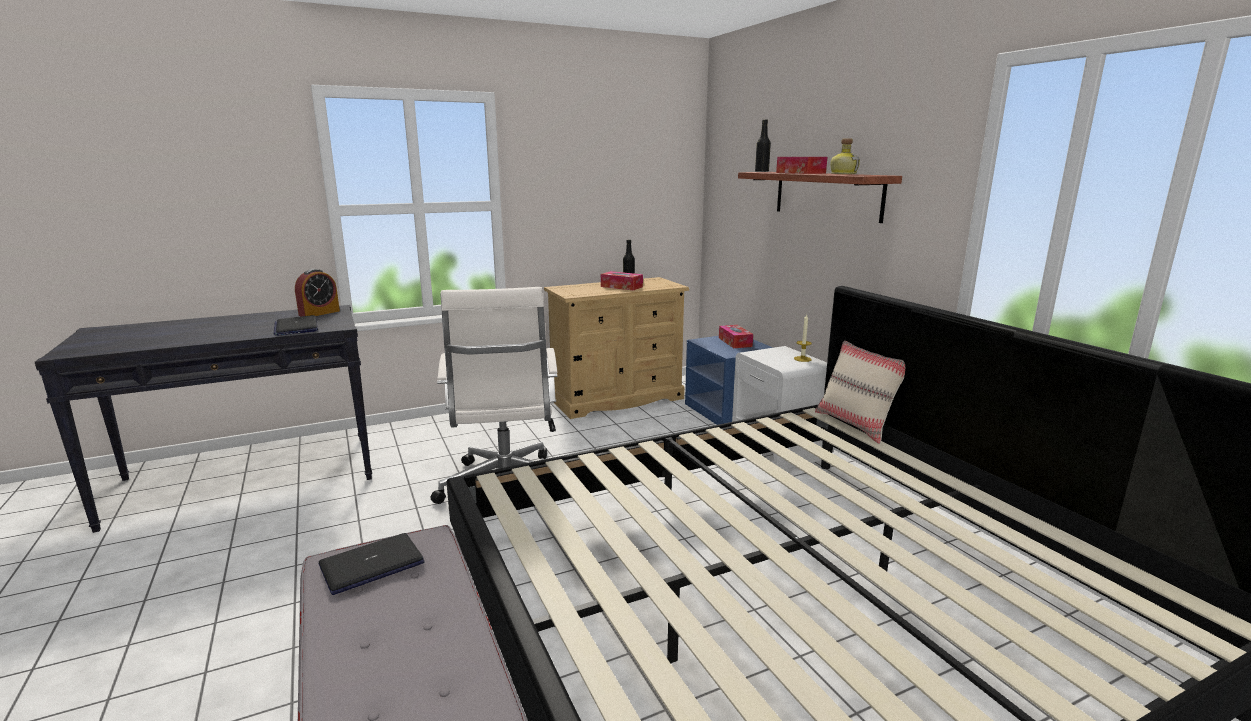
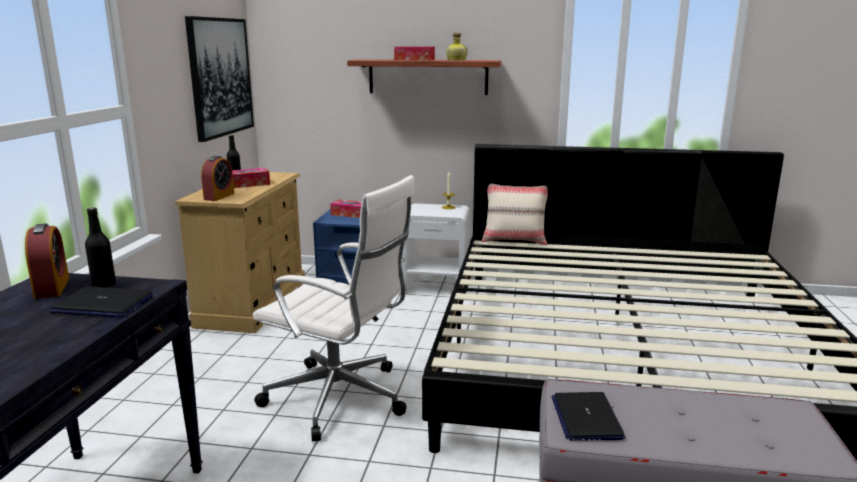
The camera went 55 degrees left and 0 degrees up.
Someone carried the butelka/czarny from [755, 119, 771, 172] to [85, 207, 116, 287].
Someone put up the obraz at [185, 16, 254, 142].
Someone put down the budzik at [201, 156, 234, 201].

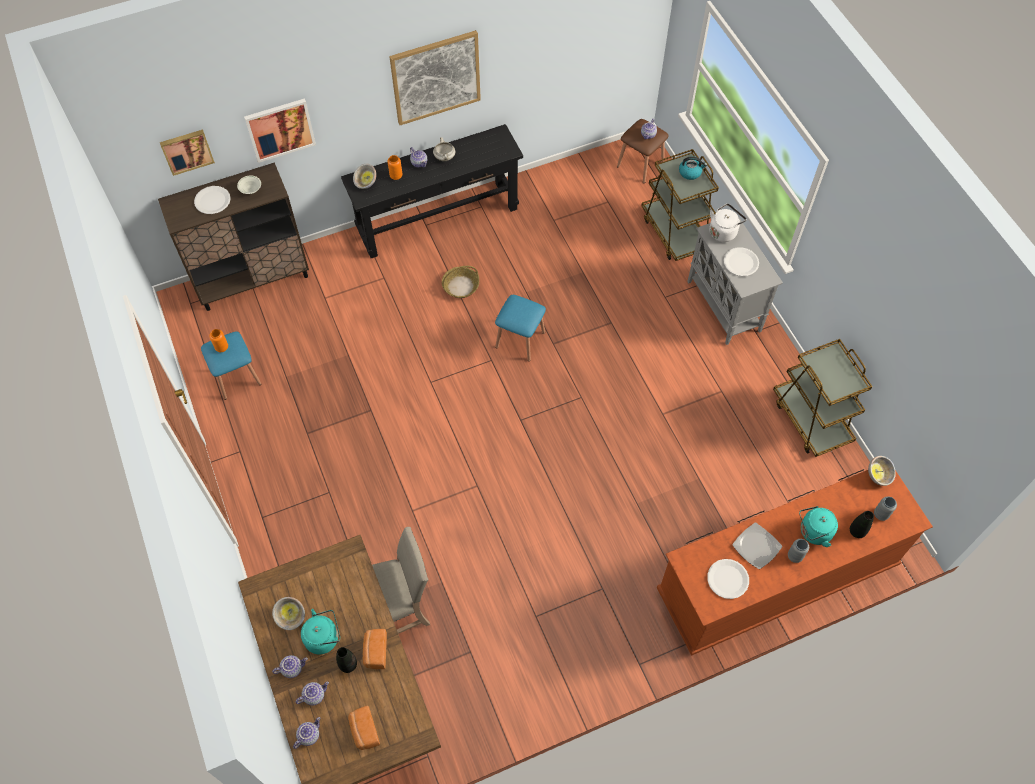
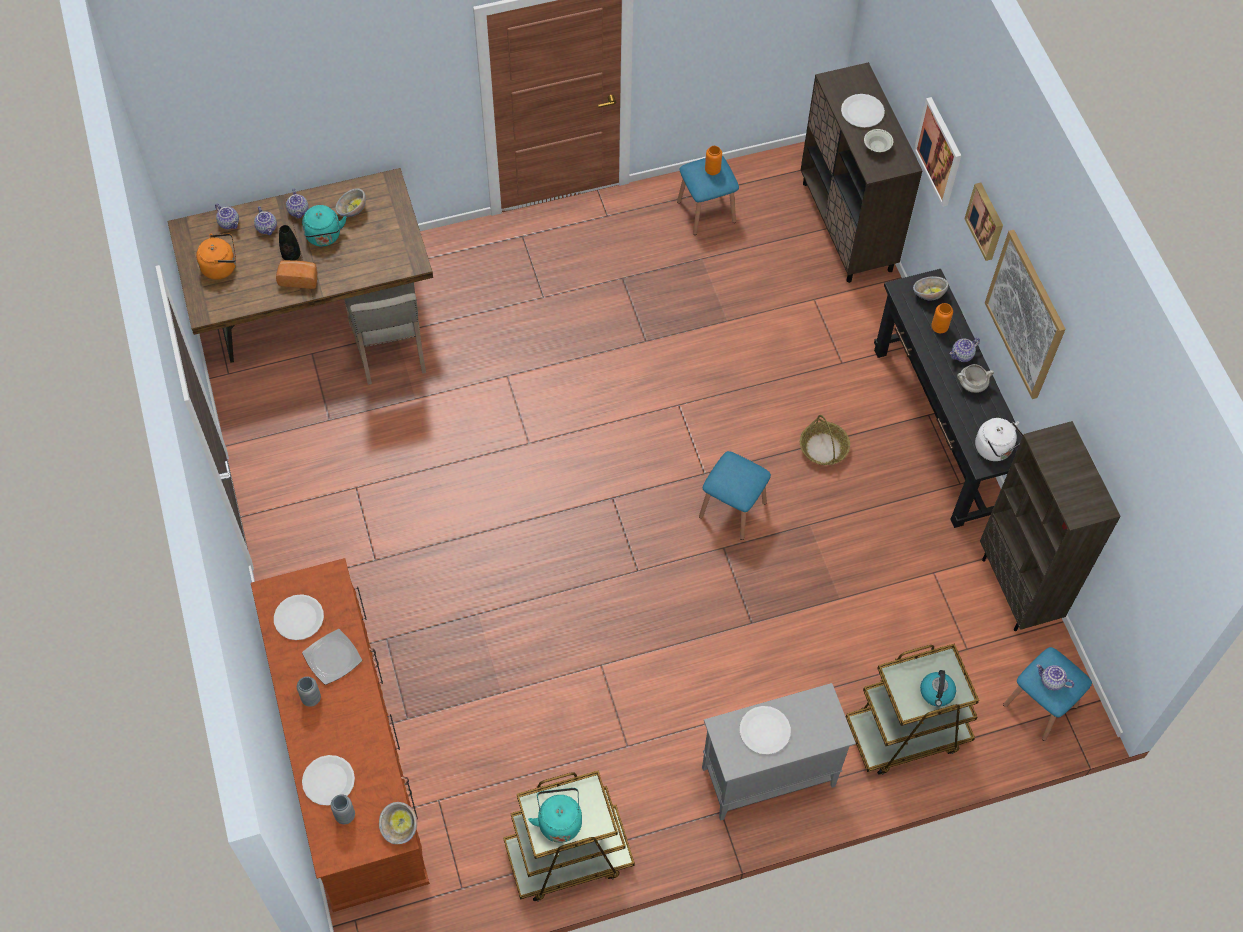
The camera went 95 degrees right and 0 degrees up.
Someone swapped the chleb at [348, 705, 380, 750] for the czajnik/pomarańczowy at [196, 233, 236, 280].
Someone swapped the wazon/czarny at [850, 511, 874, 538] for the talerz/biały at [302, 755, 355, 805].
Someone carried the czajnik/turkusowy from [799, 506, 838, 547] to [528, 788, 582, 843].
Someone carried the obraz from [160, 129, 215, 176] to [965, 183, 1003, 261].
Someone carried the czajnik/biały from [709, 203, 747, 242] to [975, 418, 1024, 461].
Someone put down the regał/brązowy at [980, 421, 1121, 631].
Someone repainted the stołek/brązowy at [617, 119, 669, 183], which became the stołek/niebieski at [1003, 647, 1092, 741].

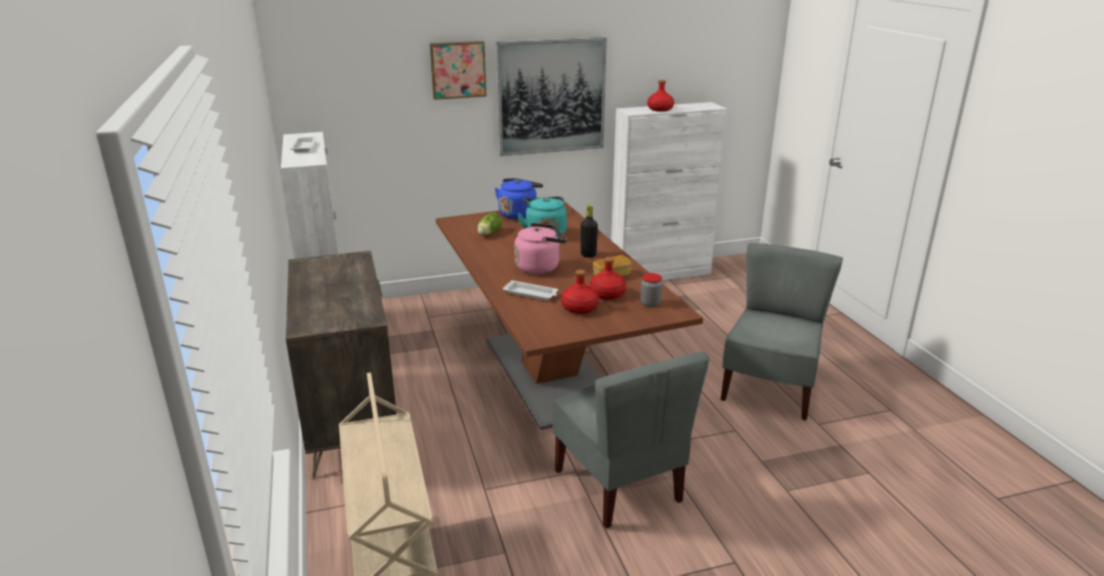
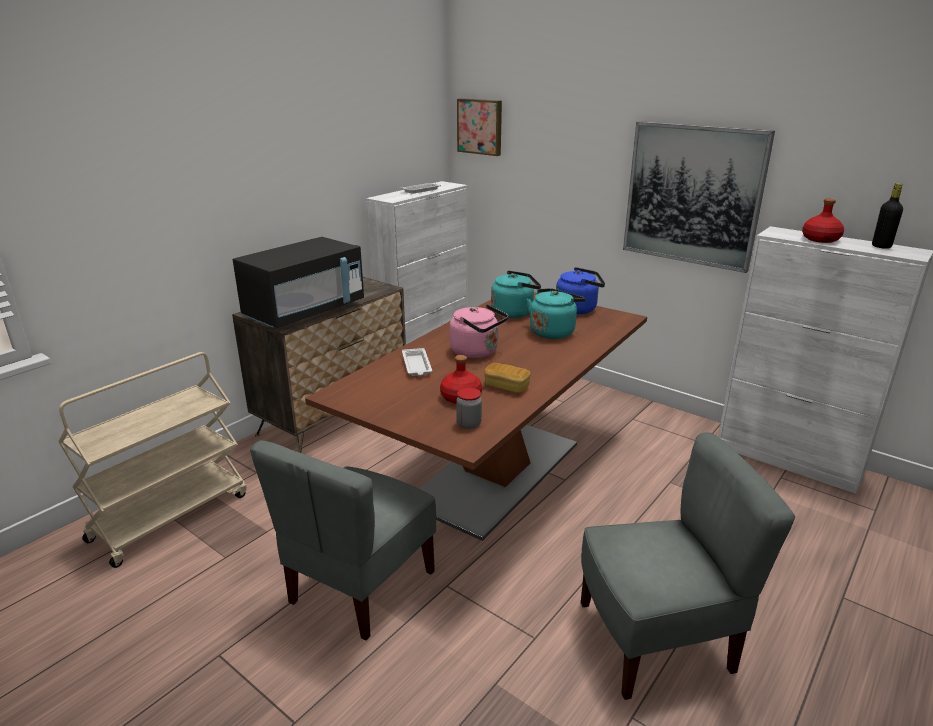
The camera went 55 degrees right and 0 degrees up.
Someone put down the mikrofalówka/czarny at [233, 237, 364, 328].
Someone carried the obraz from [430, 41, 486, 100] to [457, 98, 502, 156].
Someone swapped the sałata at [477, 213, 502, 235] for the czajnik/turkusowy at [491, 271, 541, 318].
Someone carried the butelka/czarny from [581, 205, 598, 258] to [872, 183, 903, 249].
Someone took away the butelka/czerwony at [561, 270, 599, 314].

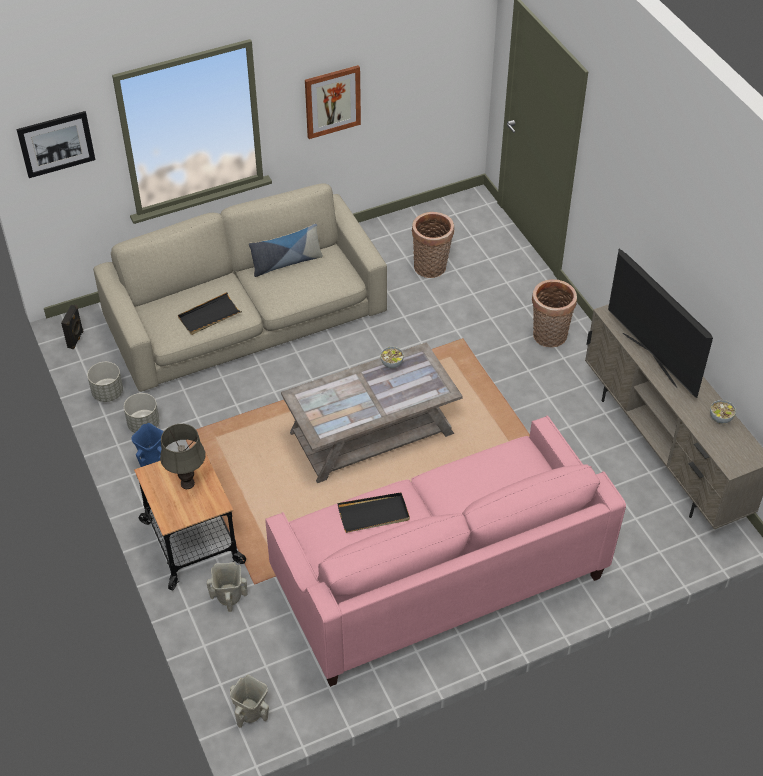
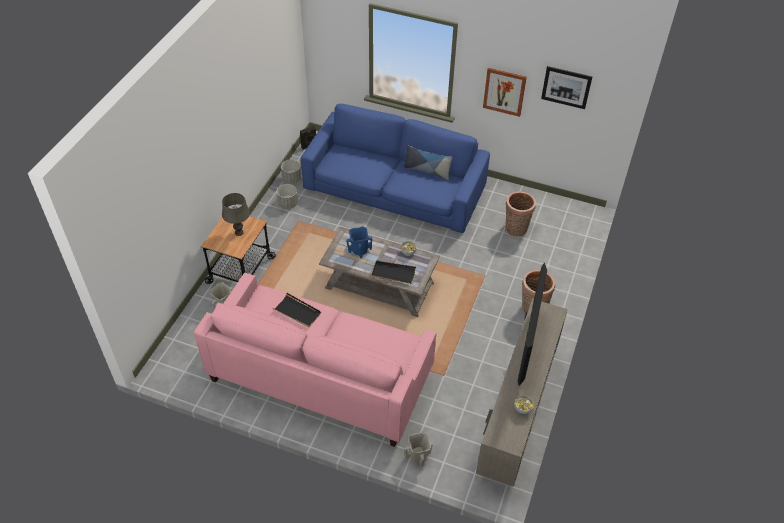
The camera went 45 degrees right and 0 degrees up.
Someone repainted the kanapa/beżowy at [93, 183, 387, 392], which became the kanapa/niebieski at [301, 104, 490, 233].
Someone carried the wazon/niebieski from [131, 423, 164, 467] to [346, 226, 372, 258].
Someone carried the taca/czarny from [178, 292, 242, 335] to [371, 261, 416, 284].
Someone carried the wazon/beżowy from [230, 675, 269, 728] to [405, 432, 433, 467].
Someone carried the obraz from [17, 111, 95, 178] to [541, 66, 593, 109].

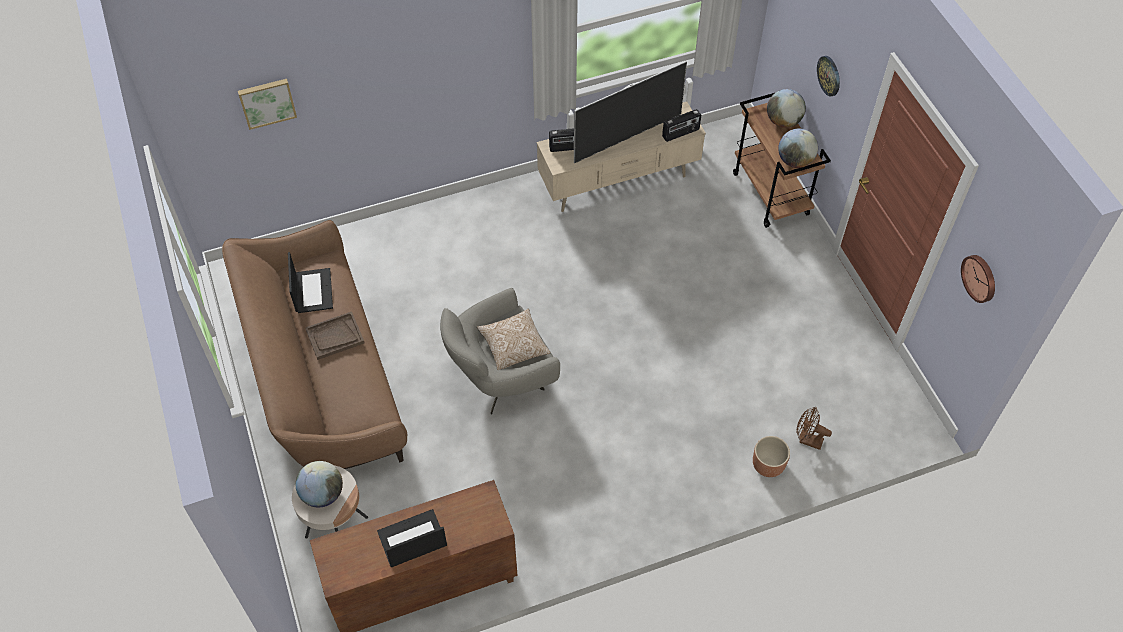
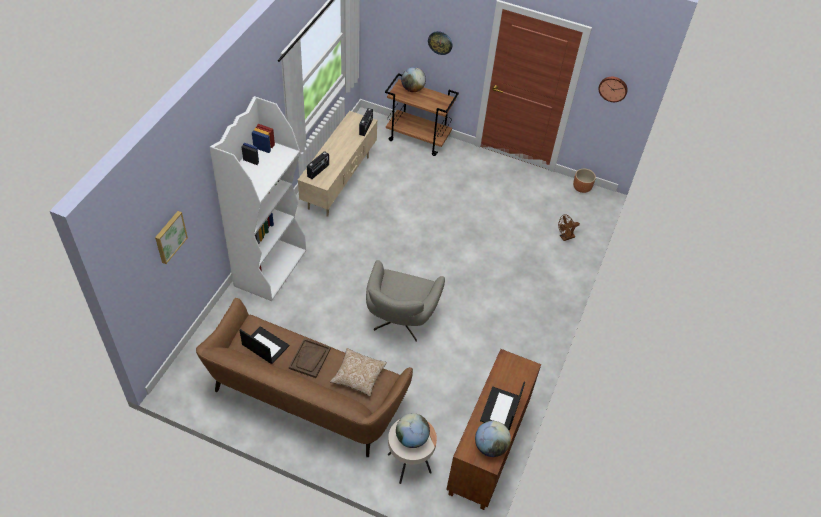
The camera went 50 degrees left and 5 degrees down.
Someone put down the regał/biały at [209, 96, 306, 301].
Someone carried the poduszka from [477, 309, 551, 370] to [330, 348, 387, 397].
Someone carried the globus from [778, 129, 818, 168] to [475, 421, 511, 457].
Someone carried the donica/brązowy from [753, 436, 790, 477] to [573, 169, 596, 193].
Someone took away the telewizor at [574, 61, 687, 163].

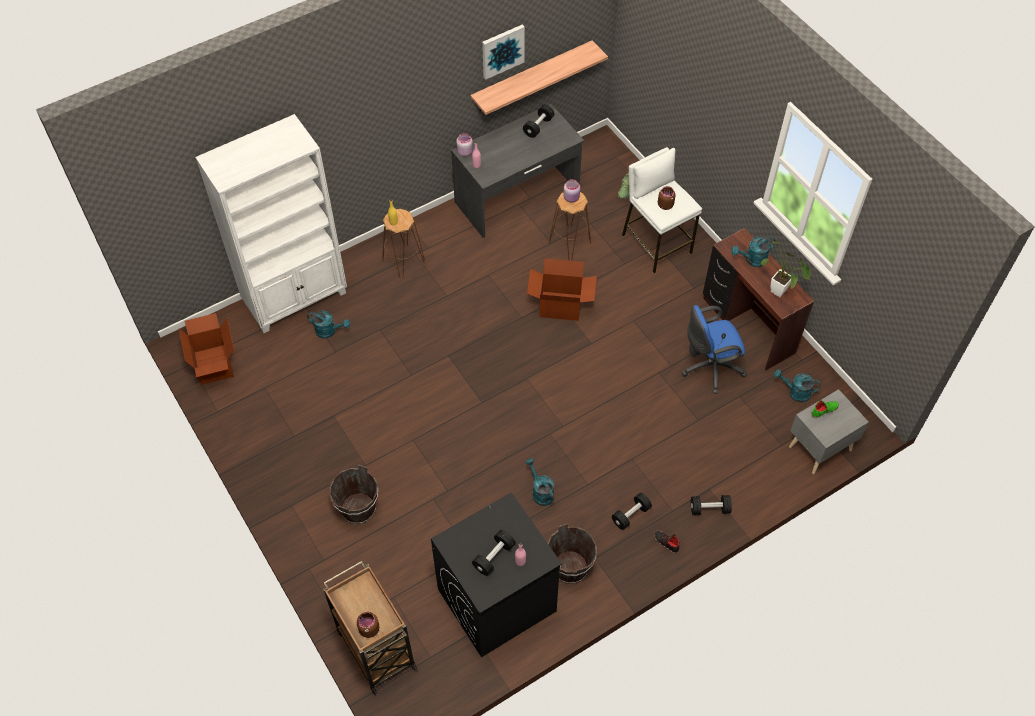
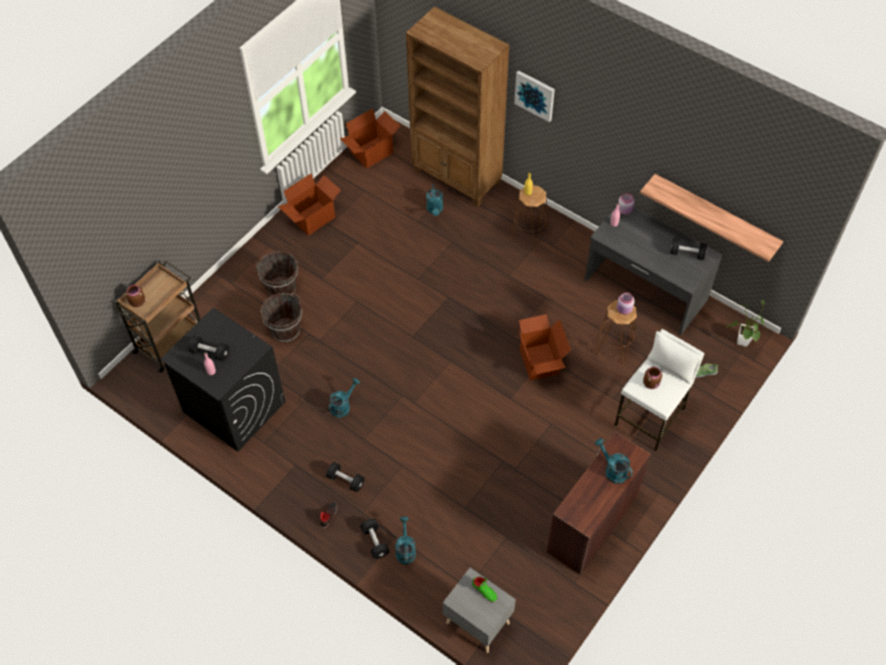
The camera went 70 degrees right and 0 degrees up.
Someone carried the wiadro/brązowy from [548, 524, 597, 584] to [260, 293, 302, 342].
Someone put down the karton at [278, 173, 341, 236].
Someone carried the konewka/turkusowy from [774, 369, 821, 402] to [395, 517, 416, 565].
Someone repainted the regał/biały at [195, 114, 347, 333], which became the regał/brązowy at [406, 7, 509, 207].
Someone carried the obraz from [482, 25, 525, 79] to [514, 70, 555, 122].
Someone carried the roślina doniczkowa from [761, 242, 811, 297] to [727, 300, 765, 347].
Someone took away the krzesło biurowe/niebieski at [681, 305, 747, 394].

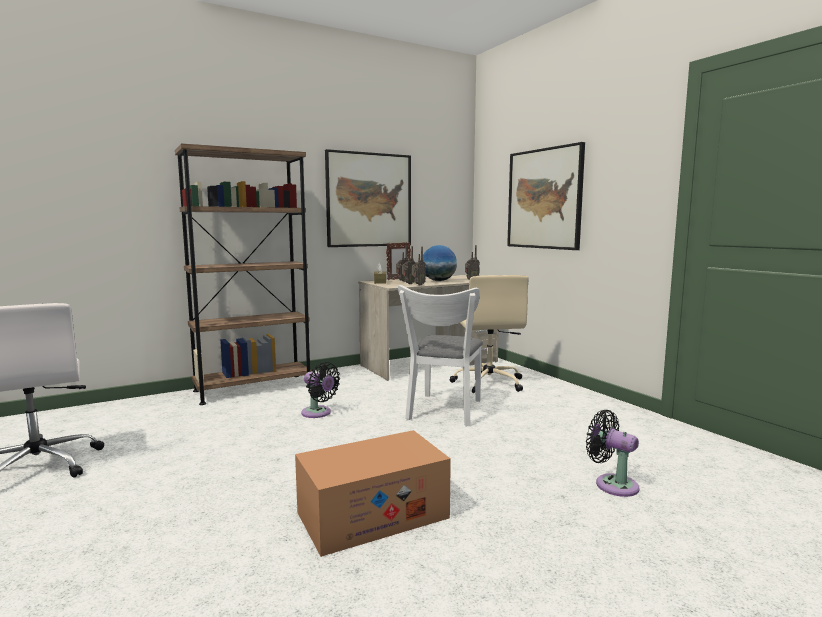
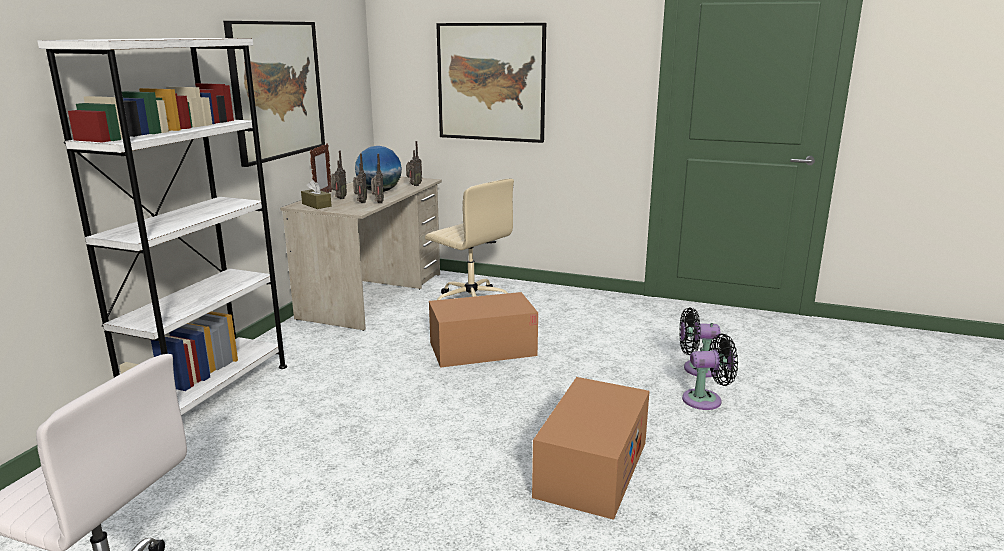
The camera went 40 degrees left and 10 degrees up.
Someone repainted the regał/brązowy at [175, 143, 311, 405], which became the regał/biały at [37, 38, 287, 415].
Someone swapped the krzesło/biały at [398, 285, 483, 426] for the karton at [429, 292, 538, 368].
Someone carried the wentylator/czarny from [301, 362, 340, 418] to [682, 334, 738, 410].

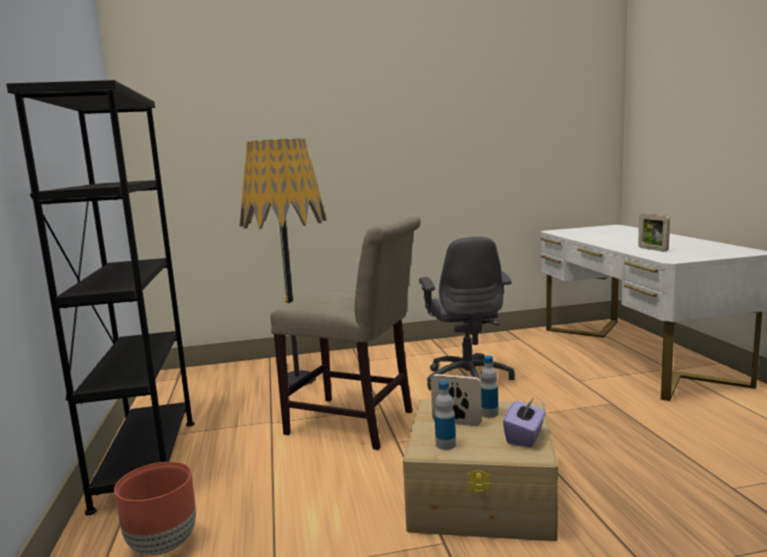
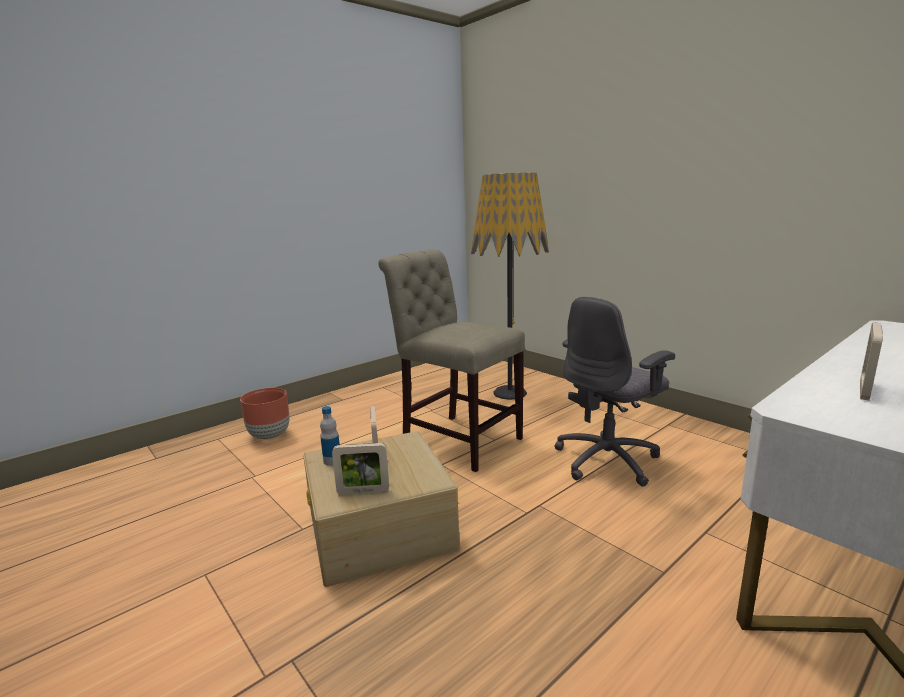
The camera went 60 degrees right and 5 degrees up.
Someone swapped the pudełko chusteczek/fioletowy at [503, 399, 546, 447] for the ramka na zdjęcie at [332, 443, 389, 495].
Someone rotated the krzesło/beżowy at [270, 215, 421, 450] by 135 degrees clockwise.
Someone took away the regał/czarny at [6, 80, 194, 515].
Someone took away the butelka at [480, 355, 498, 418].

